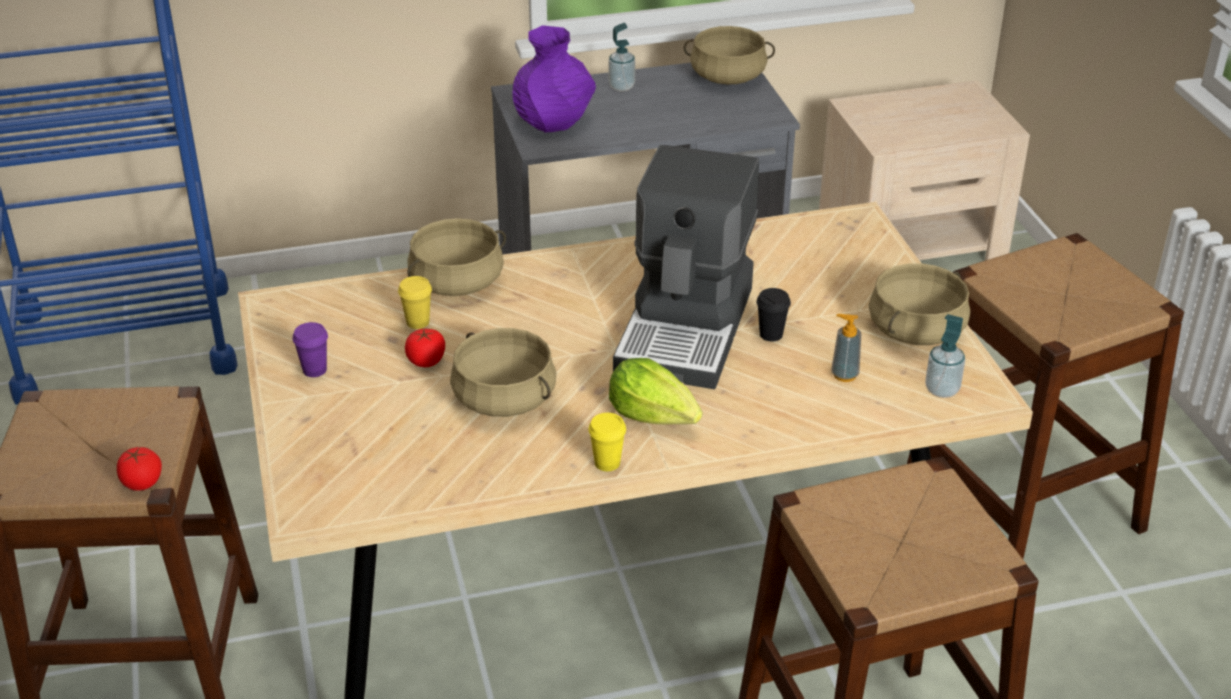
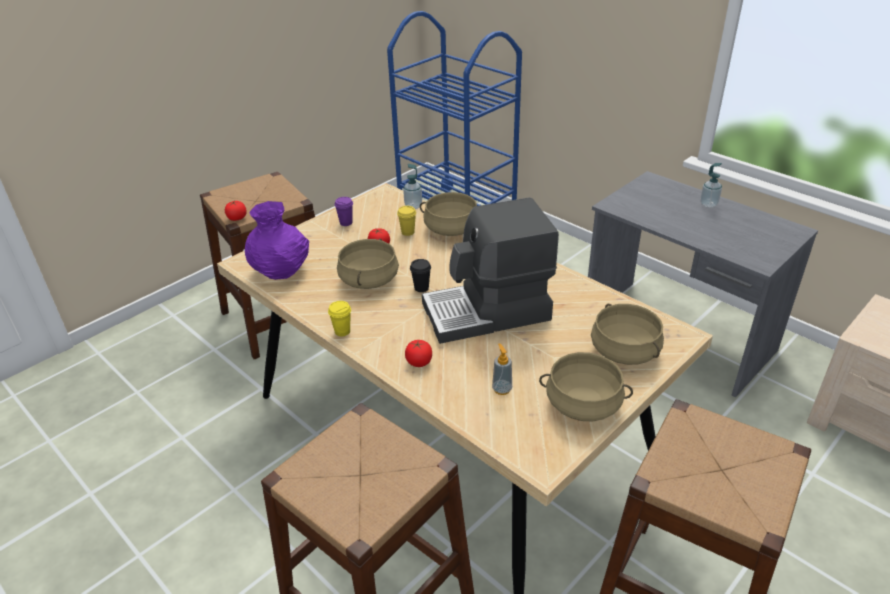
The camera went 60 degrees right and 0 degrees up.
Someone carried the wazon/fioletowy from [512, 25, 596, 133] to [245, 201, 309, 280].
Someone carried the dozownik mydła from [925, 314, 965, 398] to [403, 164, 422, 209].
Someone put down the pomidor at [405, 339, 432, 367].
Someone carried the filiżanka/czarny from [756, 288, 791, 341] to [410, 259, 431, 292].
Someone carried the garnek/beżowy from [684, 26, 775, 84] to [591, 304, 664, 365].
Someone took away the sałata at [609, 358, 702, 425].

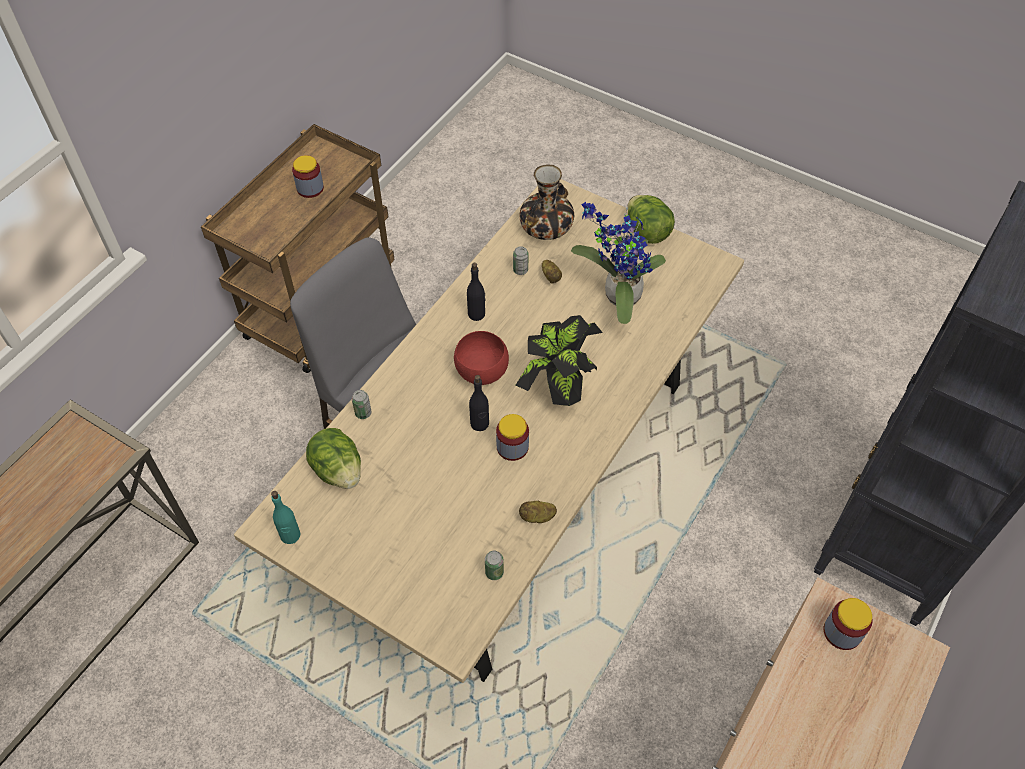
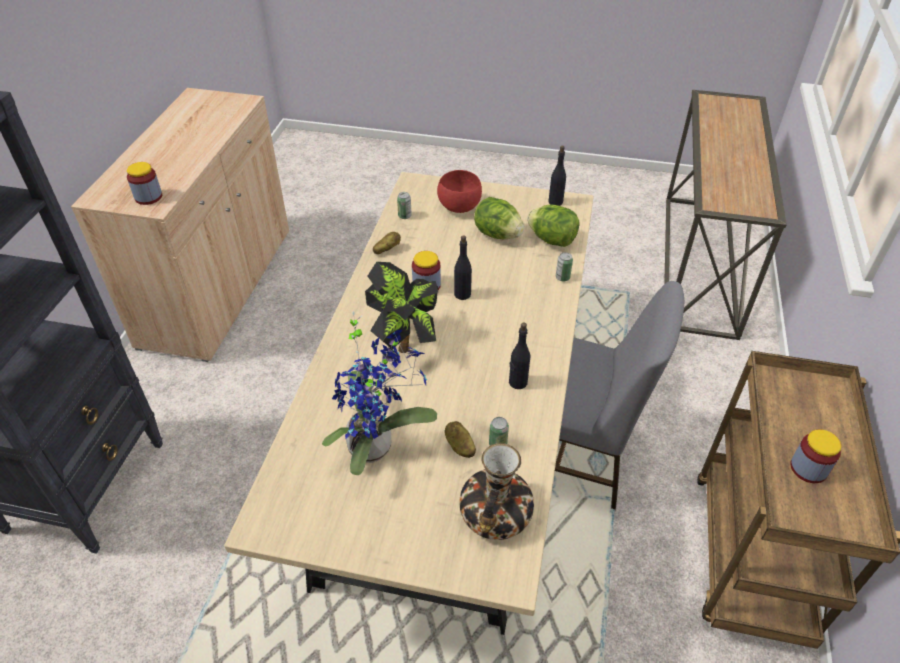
The camera went 160 degrees right and 10 degrees down.
Someone carried the miska/czerwony from [454, 331, 509, 385] to [437, 170, 482, 213].
Someone carried the sałata from [627, 195, 675, 244] to [474, 197, 524, 239].
Someone repainted the butelka/turkusowy at [271, 491, 301, 544], which became the butelka/czarny at [549, 146, 566, 206].

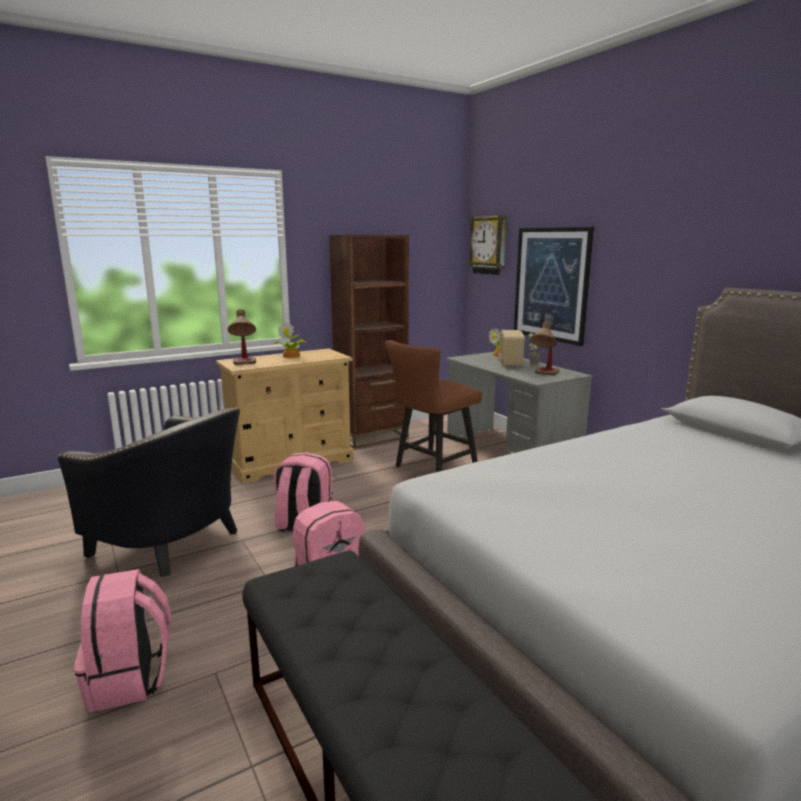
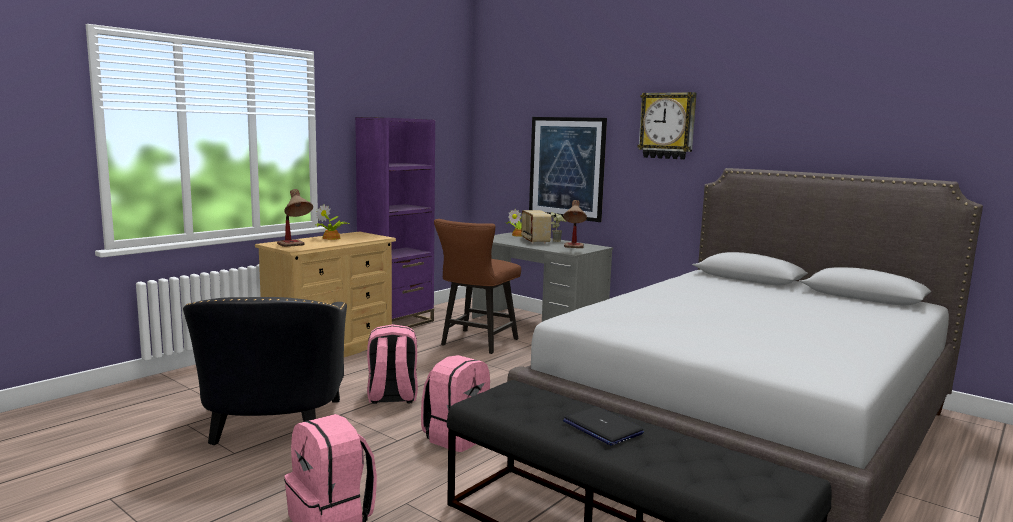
The camera went 20 degrees left and 5 degrees down.
Someone rotated the fotel/czarny at [58, 407, 240, 577] by 75 degrees clockwise.
Someone repainted the regał/brązowy at [329, 235, 409, 449], which became the regał/fioletowy at [355, 117, 435, 328].
Someone put down the laptop at [563, 406, 644, 446].
Someone carried the zegar ścienny from [468, 215, 507, 275] to [637, 92, 697, 160].

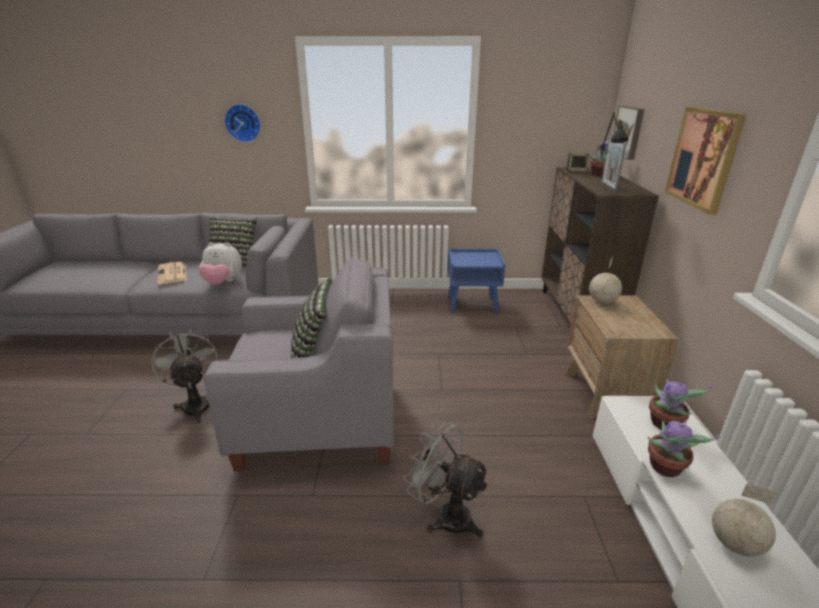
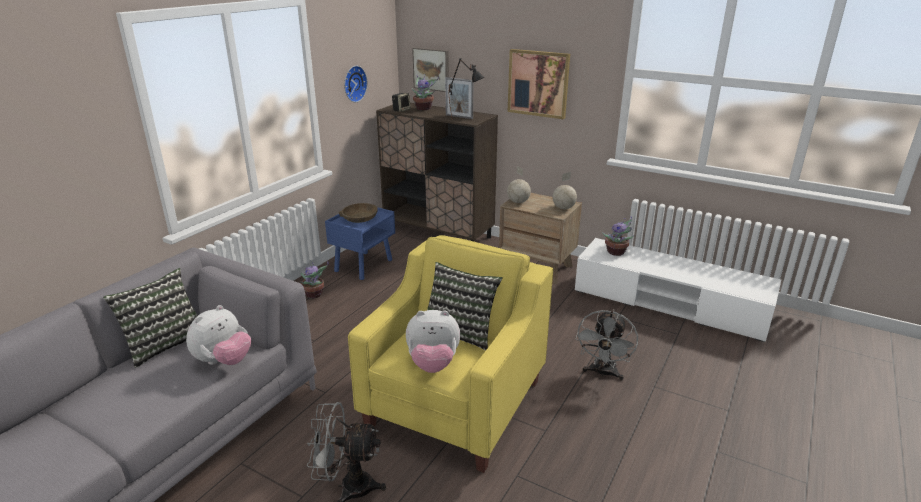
The camera went 60 degrees left and 0 degrees up.
Someone carried the roślina doniczkowa from [648, 420, 718, 477] to [301, 261, 329, 299].
Someone put down the miska/brązowy at [339, 203, 378, 223].
Someone carried the zegar ścienny from [224, 104, 261, 143] to [344, 66, 368, 102].
Someone repainted the fotel/szary at [203, 257, 394, 471], which became the fotel/żółty at [348, 235, 553, 473].
Someone put down the pluszak at [406, 310, 460, 373].
Someone carried the globus from [712, 484, 776, 556] to [552, 172, 577, 209].
Someone rotated the wentylator/szary at [403, 420, 490, 538] by 45 degrees counterclockwise.
Someone took away the gazeta at [158, 262, 187, 284].

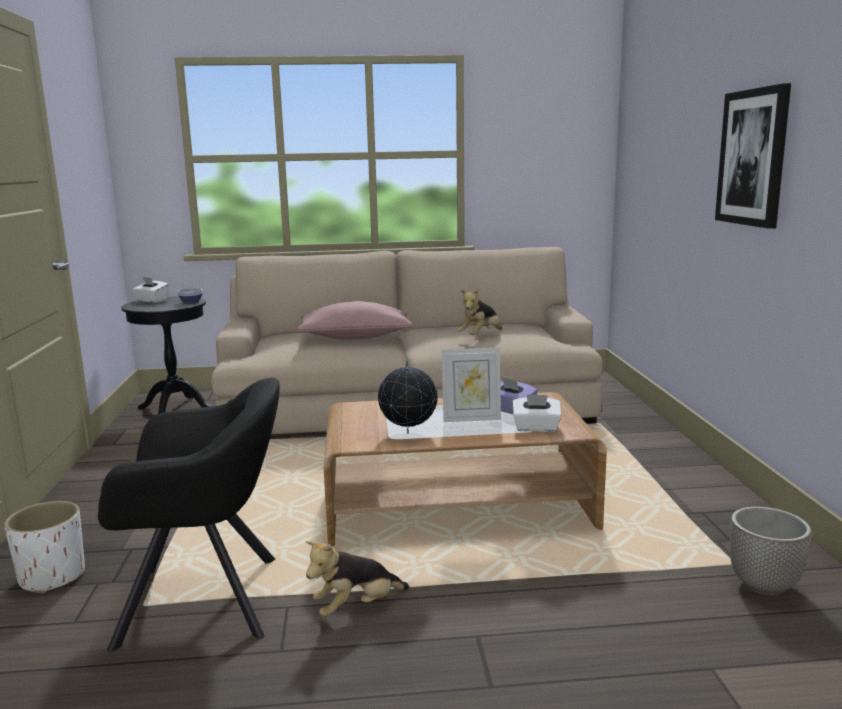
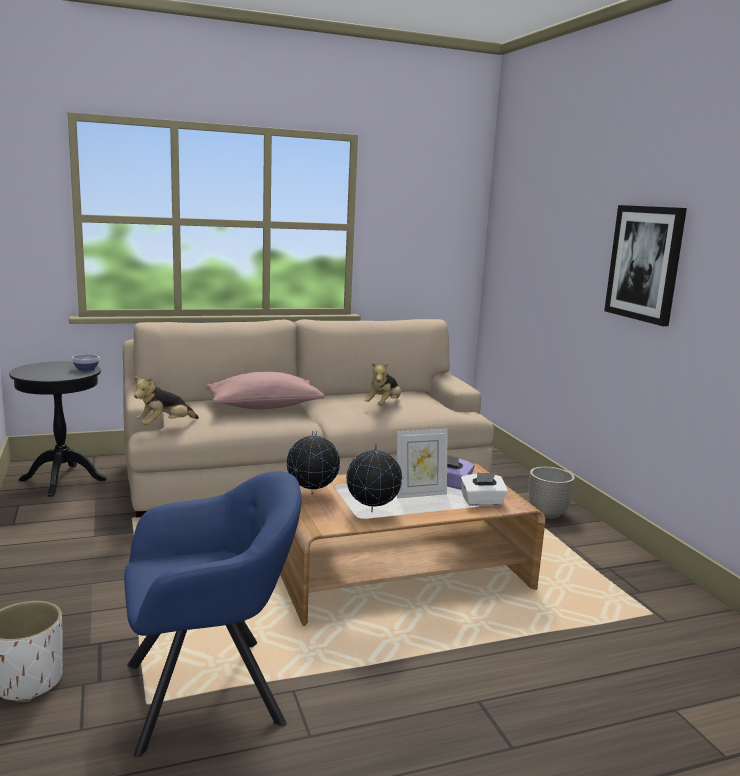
The camera went 15 degrees left and 0 degrees up.
Someone repainted the fotel/czarny at [97, 378, 280, 652], which became the fotel/niebieski at [124, 471, 302, 757].
Someone carried the pluszak from [306, 541, 410, 617] to [133, 376, 199, 425].
Someone put down the globus at [286, 430, 340, 494].
Someone carried the donica from [730, 507, 811, 596] to [529, 467, 575, 519].
Someone took away the pudełko chusteczek/biały at [133, 277, 169, 303].

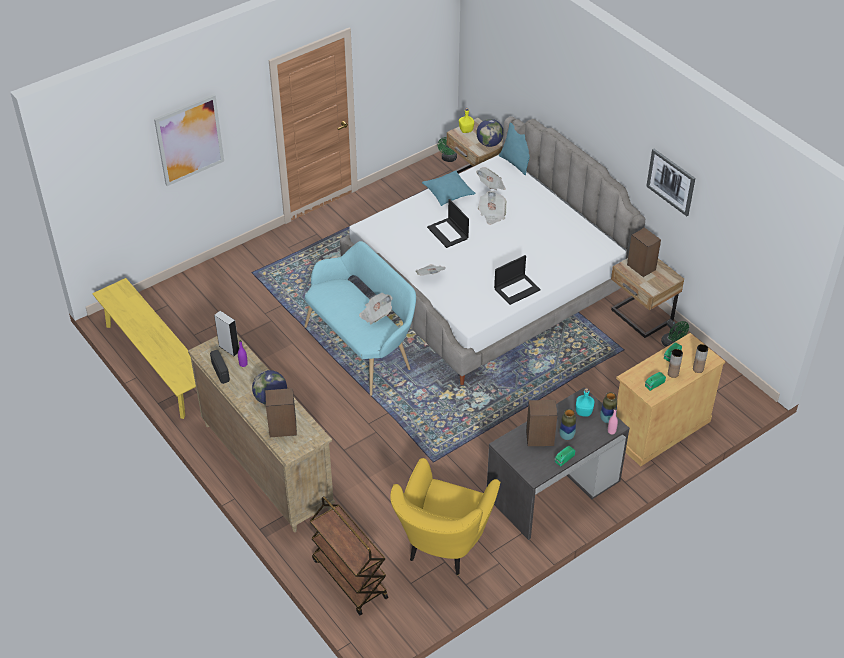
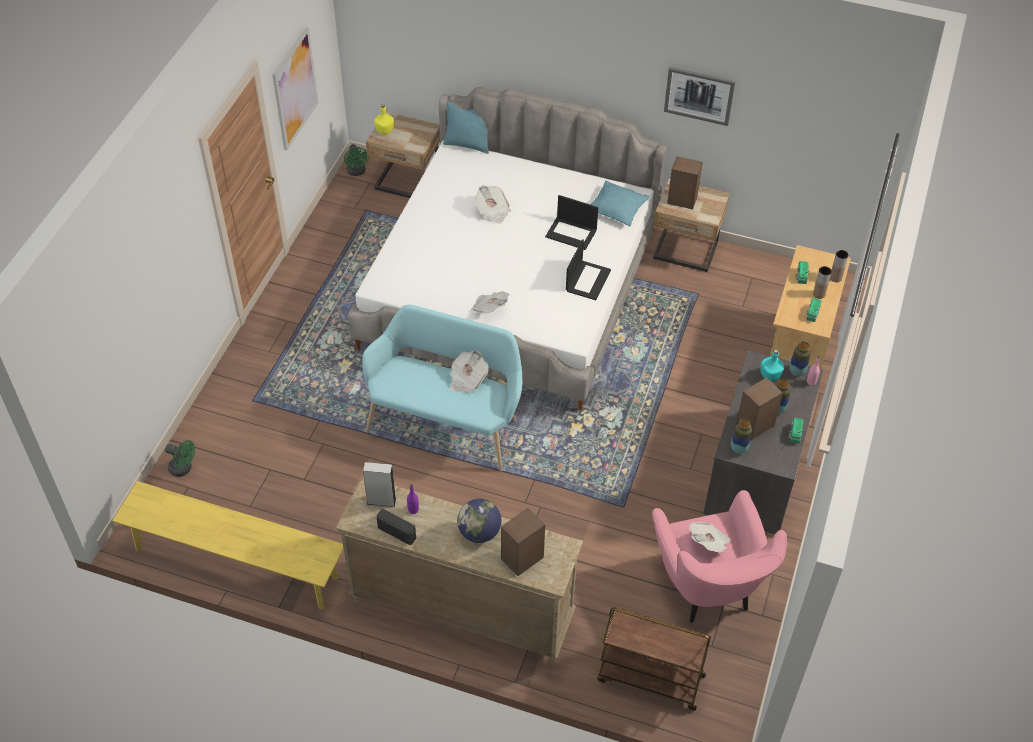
The camera went 35 degrees left and 5 degrees up.
Someone carried the wentylator/zielony from [661, 319, 689, 347] to [165, 440, 195, 477].
Someone carried the obraz from [154, 95, 224, 186] to [272, 27, 319, 151].
Someone carried the laptop from [427, 199, 469, 248] to [545, 195, 598, 250].
Someone carried the poduszka/turkusowy from [422, 170, 475, 206] to [590, 180, 650, 226].
Someone repainted the fotel/żółty at [390, 458, 500, 575], which became the fotel/różowy at [652, 490, 787, 623].
Someone carried the gazeta from [476, 167, 506, 190] to [689, 522, 732, 553].
Someone put down the wazon at [731, 419, 752, 454].
Someone took away the globus at [476, 119, 503, 147].

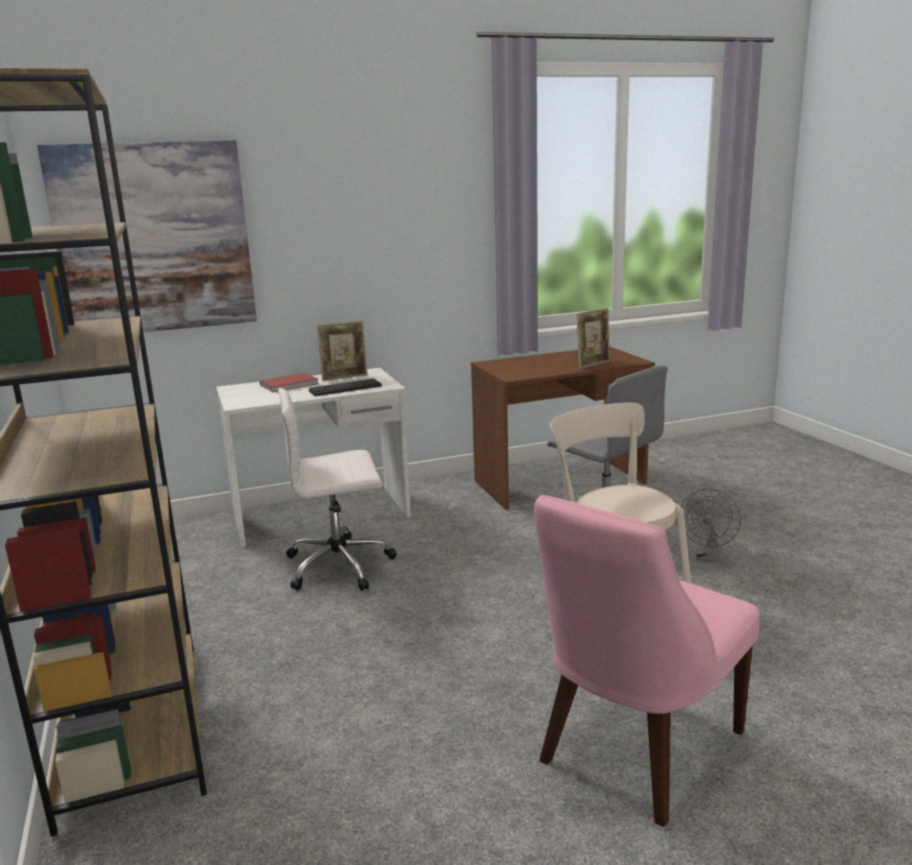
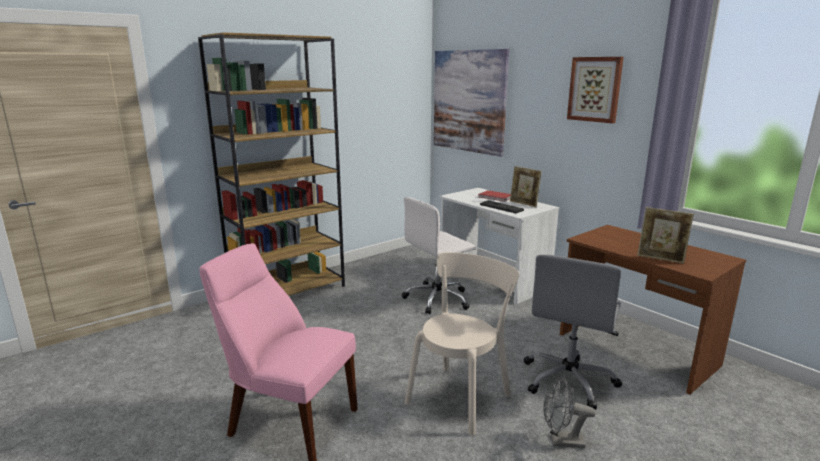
The camera went 70 degrees right and 0 degrees up.
Someone rotated the krzesło biurowe/biały at [278, 388, 397, 591] by 90 degrees counterclockwise.
Someone put up the obraz at [567, 57, 624, 123].

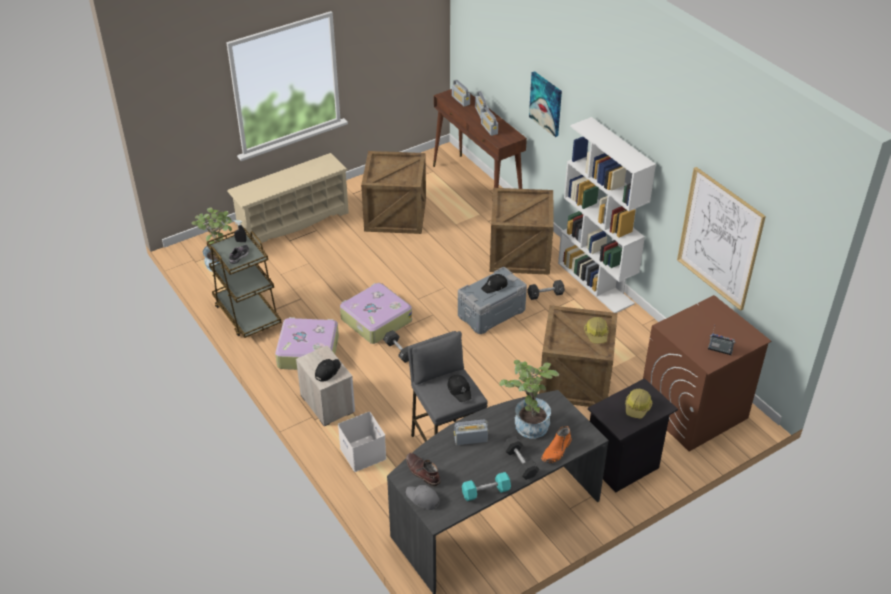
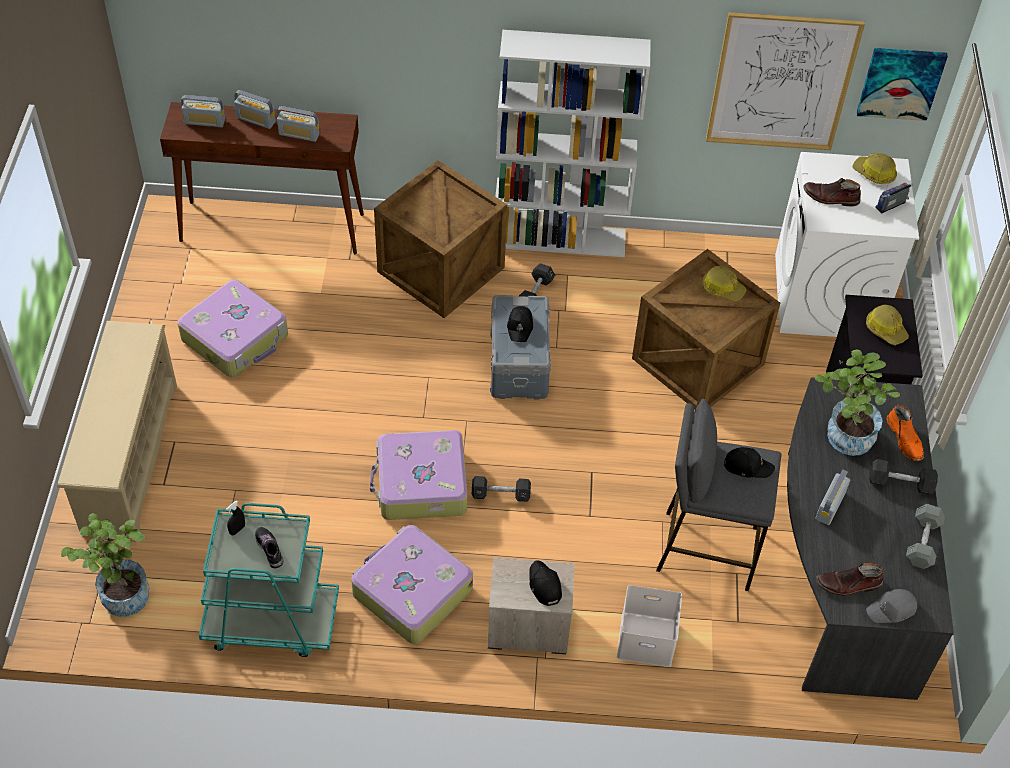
The camera went 55 degrees left and 10 degrees up.
Someone swapped the skrzynka at [361, 151, 426, 234] for the walizka at [178, 280, 288, 377].
Someone repainted the wózek/brązowy at [207, 228, 282, 338], which became the wózek/turkusowy at [199, 503, 339, 657].
Someone repainted the pralka/brązowy at [643, 295, 771, 452], which became the pralka/biały at [775, 152, 919, 337].
Someone put down the but z cholewką/brązowy at [803, 178, 861, 206].
Someone put down the kask at [852, 153, 897, 184].
Someone carried the obraz from [529, 71, 562, 137] to [857, 48, 948, 121].
Someone repainted the hantel/turkusowy at [462, 472, 511, 501], which became the hantel/szary at [906, 504, 945, 569].

